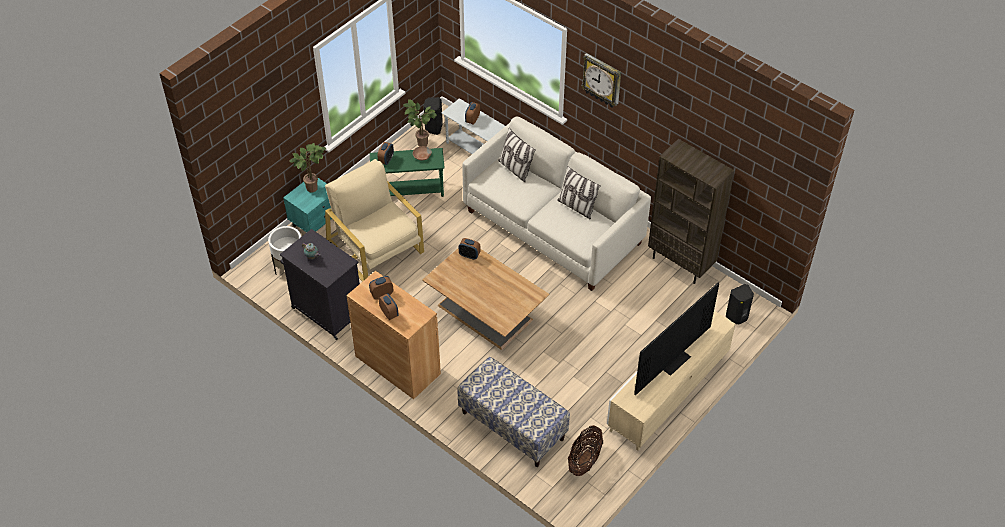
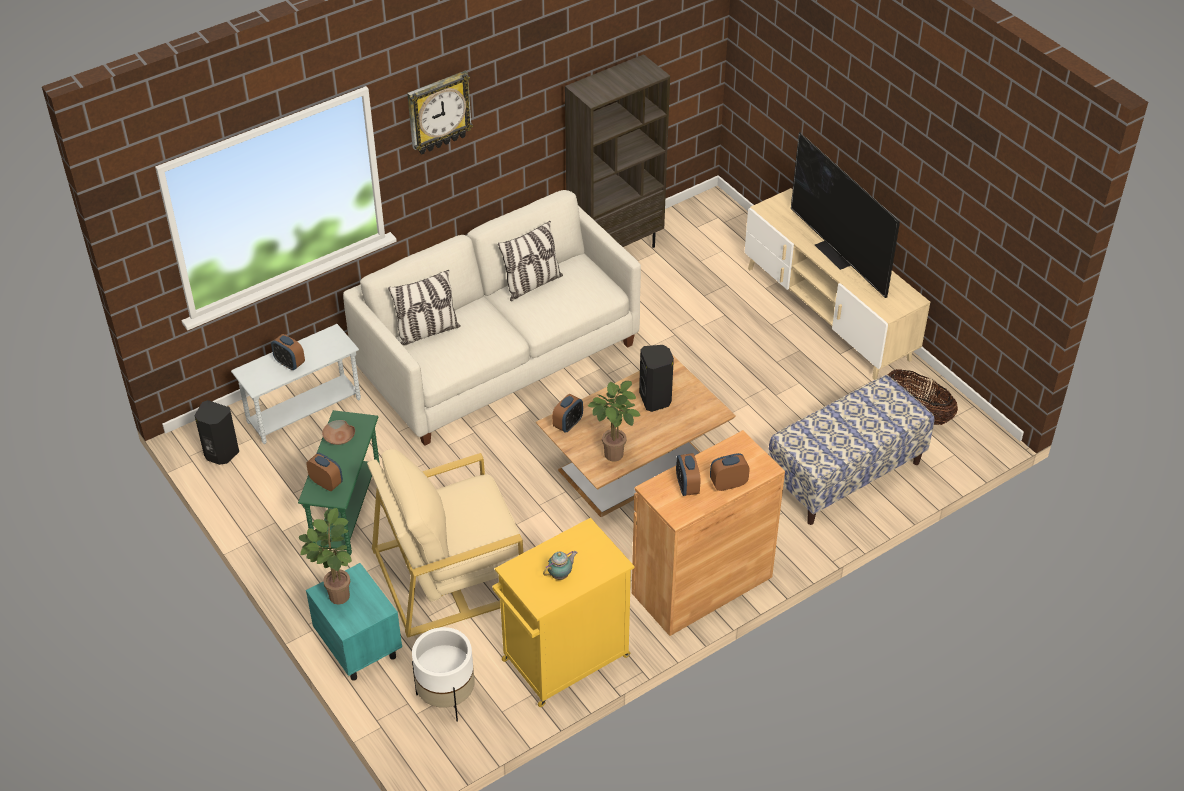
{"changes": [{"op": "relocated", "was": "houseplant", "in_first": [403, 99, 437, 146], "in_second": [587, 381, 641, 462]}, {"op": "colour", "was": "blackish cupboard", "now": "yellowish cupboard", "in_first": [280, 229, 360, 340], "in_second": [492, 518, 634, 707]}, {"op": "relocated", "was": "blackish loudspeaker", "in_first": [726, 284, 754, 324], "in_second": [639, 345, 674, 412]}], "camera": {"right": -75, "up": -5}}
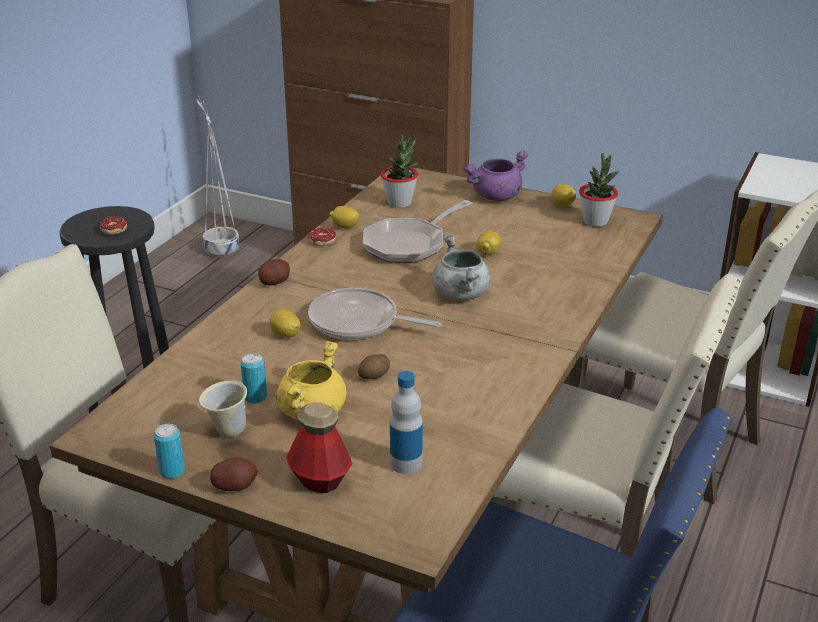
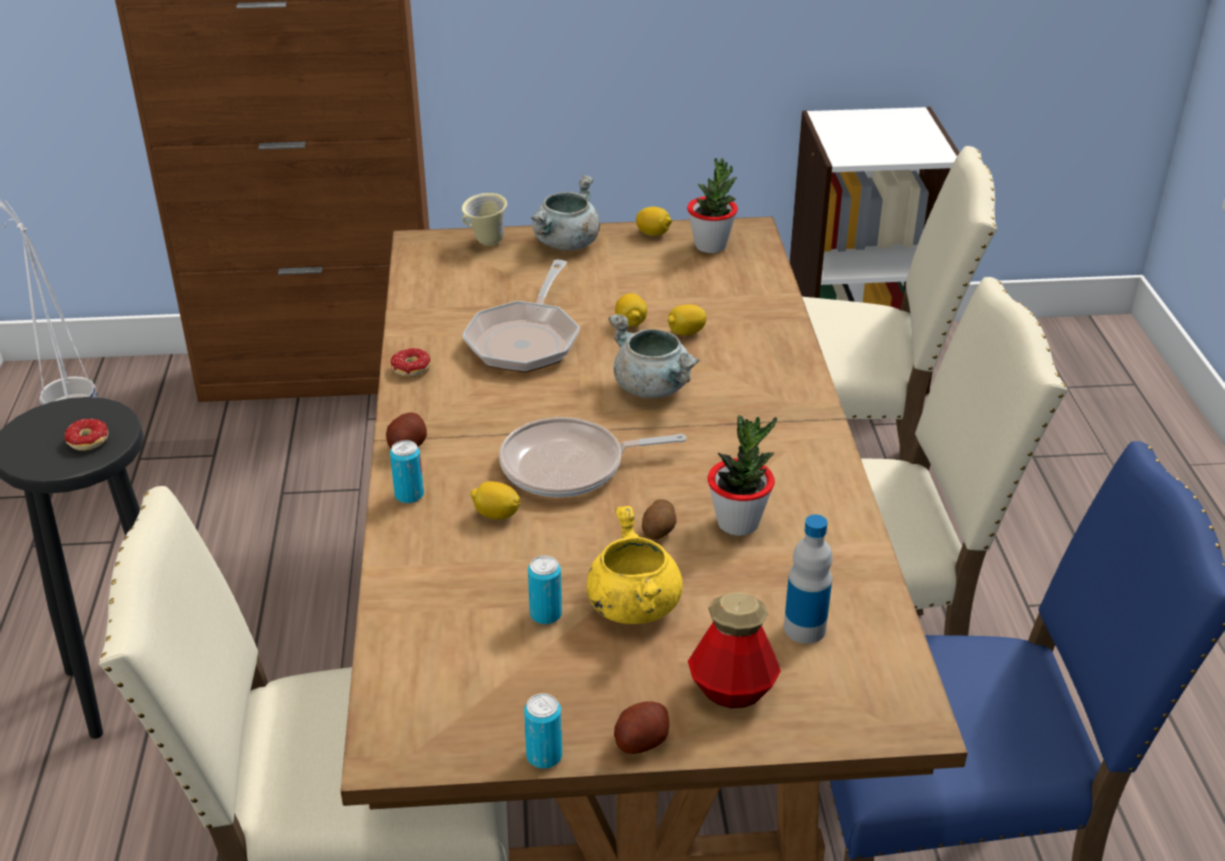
{"changes": [{"op": "relocated", "was": "houseplant", "in_first": [381, 135, 419, 208], "in_second": [708, 415, 777, 536]}, {"op": "colour", "was": "purplish stockpot", "now": "grey stockpot", "in_first": [463, 151, 529, 201], "in_second": [531, 175, 600, 250]}, {"op": "relocated", "was": "whole lemon", "in_first": [330, 206, 360, 228], "in_second": [668, 304, 707, 336]}, {"op": "relocated", "was": "beige-coloured tea mug", "in_first": [199, 381, 247, 437], "in_second": [462, 193, 507, 246]}, {"op": "appeared", "now": "metal can", "in_second": [390, 440, 424, 504]}], "camera": {"right": -30, "up": 5}}
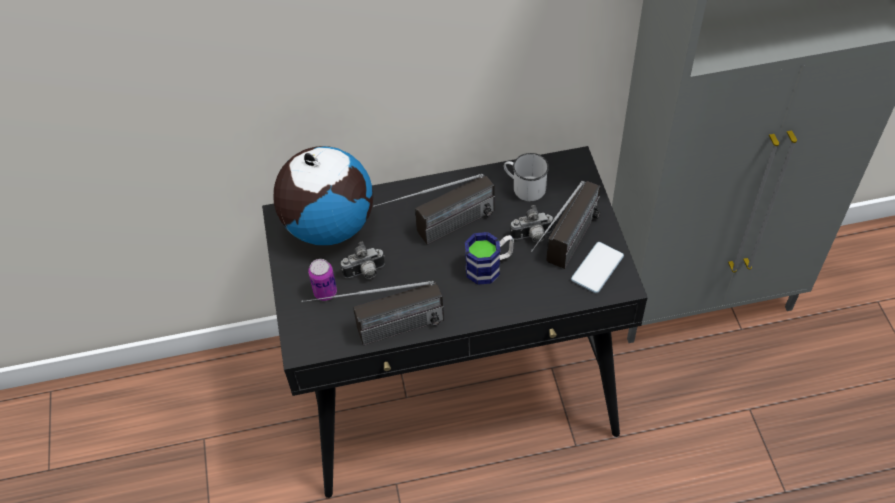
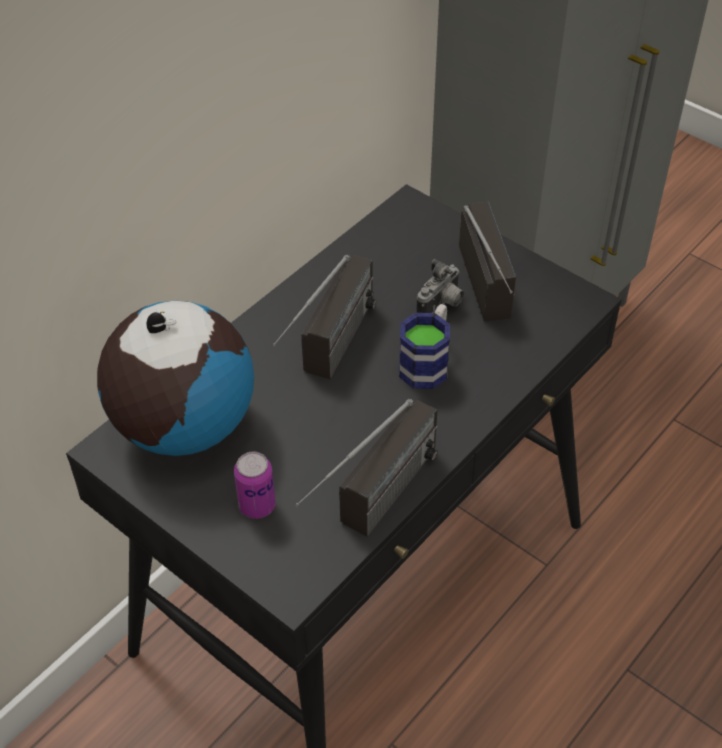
{"changes": [{"op": "missing", "was": "white tea mug", "in_first": [504, 153, 549, 201]}, {"op": "missing", "was": "still camera", "in_first": [341, 242, 385, 279]}, {"op": "missing", "was": "handset", "in_first": [571, 242, 624, 293]}], "camera": {"right": -40, "up": -5}}
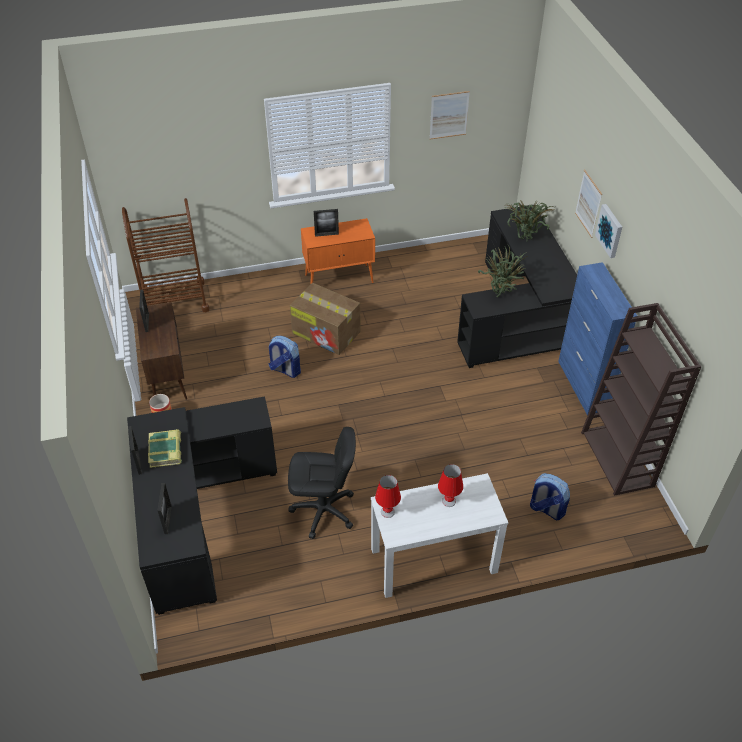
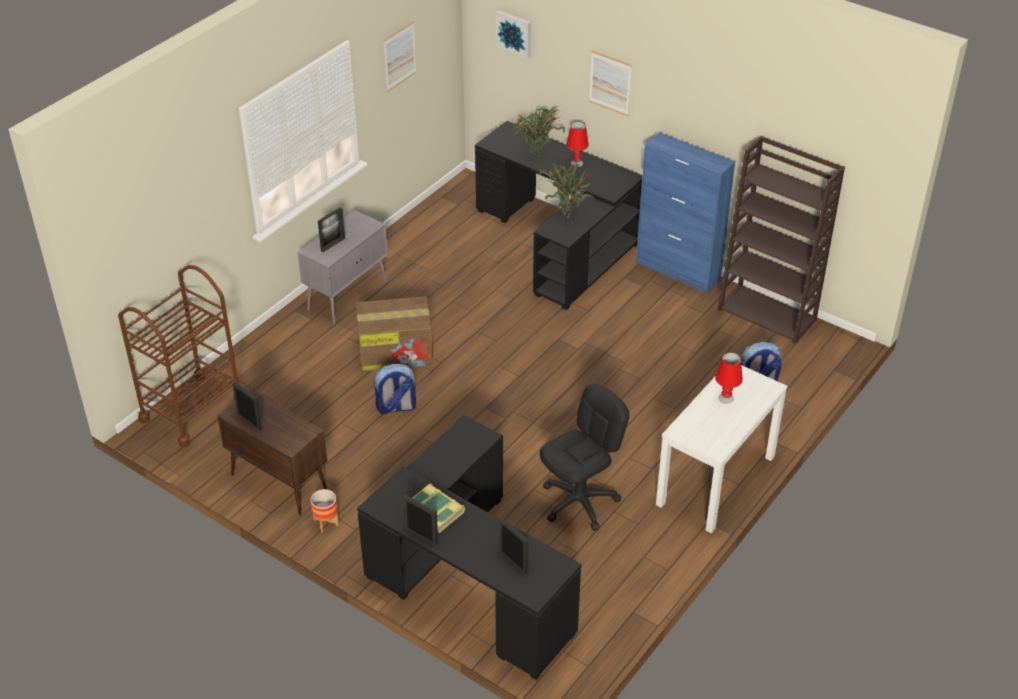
{"changes": [{"op": "relocated", "was": "wall art", "in_first": [595, 204, 622, 258], "in_second": [496, 10, 531, 59]}, {"op": "colour", "was": "orange-coloured cupboard", "now": "grey cupboard", "in_first": [301, 218, 375, 284], "in_second": [298, 210, 388, 325]}, {"op": "relocated", "was": "reddish tabletop lamp", "in_first": [375, 475, 401, 518], "in_second": [566, 122, 589, 167]}], "camera": {"right": -40, "up": -5}}
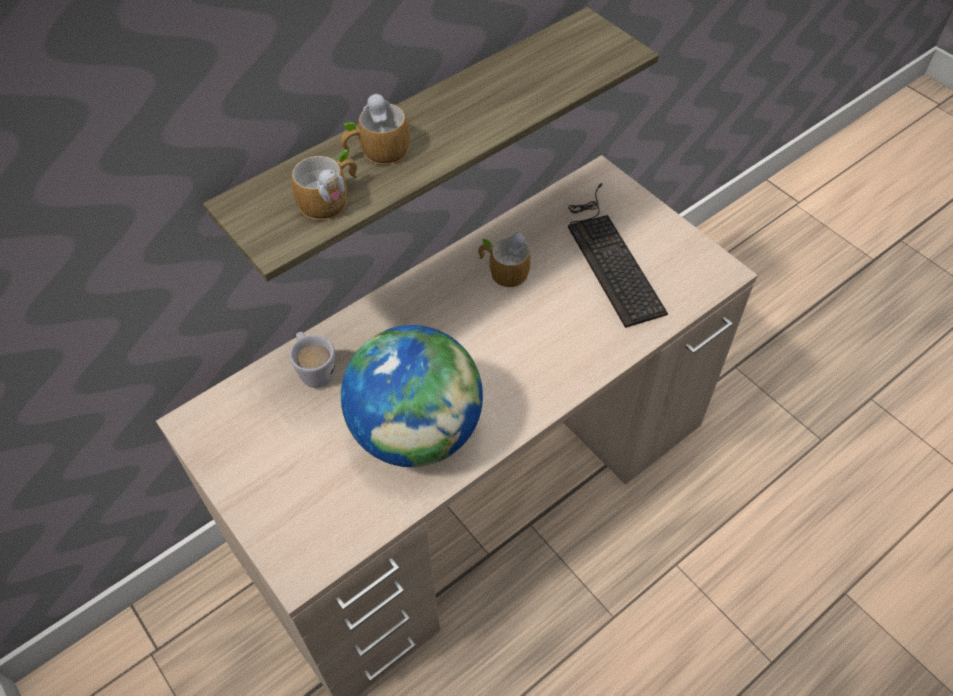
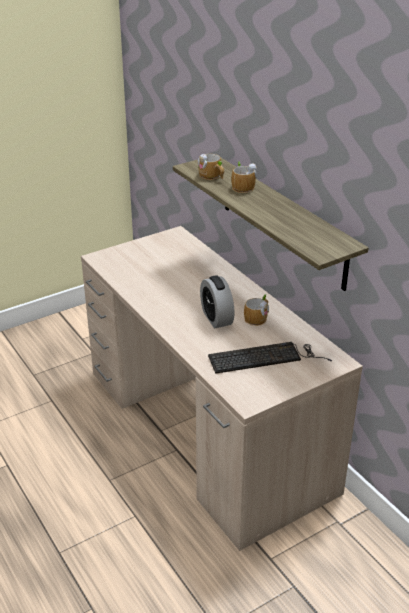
{"changes": [{"op": "missing", "was": "globe", "in_first": [341, 325, 483, 467]}, {"op": "missing", "was": "white tea mug", "in_first": [290, 332, 335, 388]}, {"op": "appeared", "now": "bedside clock", "in_second": [200, 275, 234, 328]}], "camera": {"right": 95, "up": -20}}
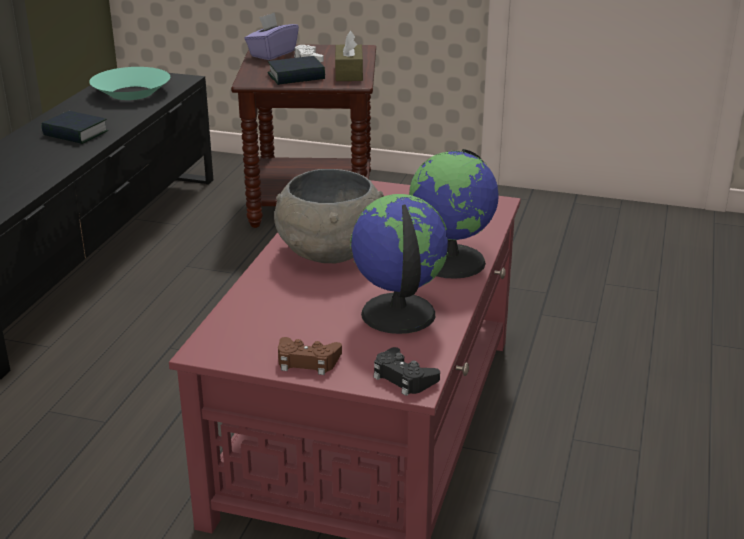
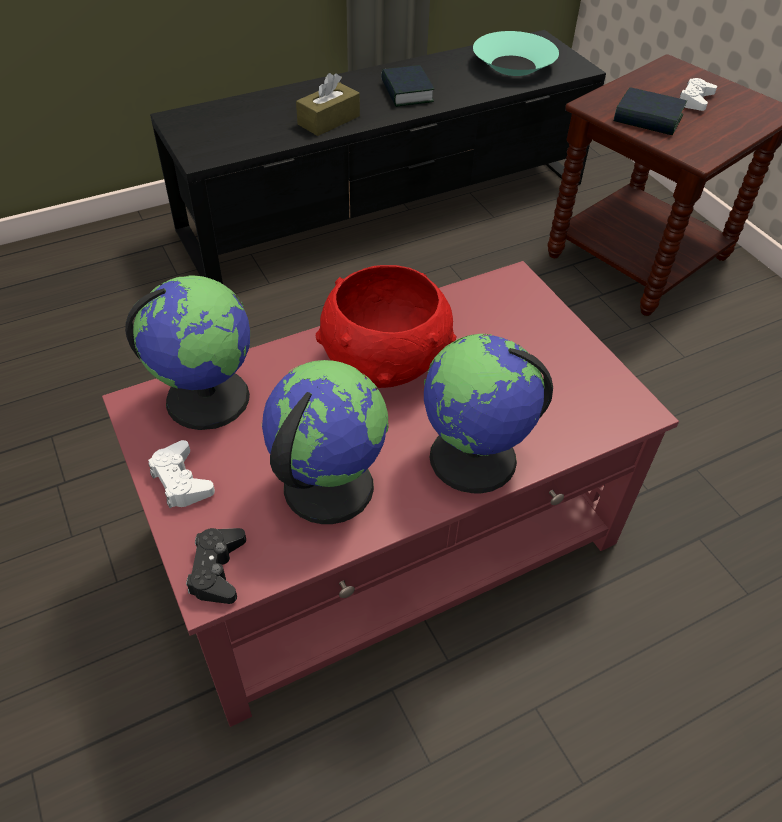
{"changes": [{"op": "missing", "was": "purplish tissue holder", "in_first": [244, 12, 299, 60]}, {"op": "relocated", "was": "brown tissue holder", "in_first": [335, 31, 363, 81], "in_second": [296, 73, 360, 136]}, {"op": "colour", "was": "grey bowl", "now": "reddish bowl", "in_first": [274, 169, 384, 263], "in_second": [316, 265, 457, 388]}, {"op": "colour", "was": "brown game controller", "now": "white game controller", "in_first": [278, 337, 342, 375], "in_second": [148, 440, 215, 508]}, {"op": "appeared", "now": "globe", "in_second": [125, 276, 250, 430]}], "camera": {"right": 45, "up": 20}}
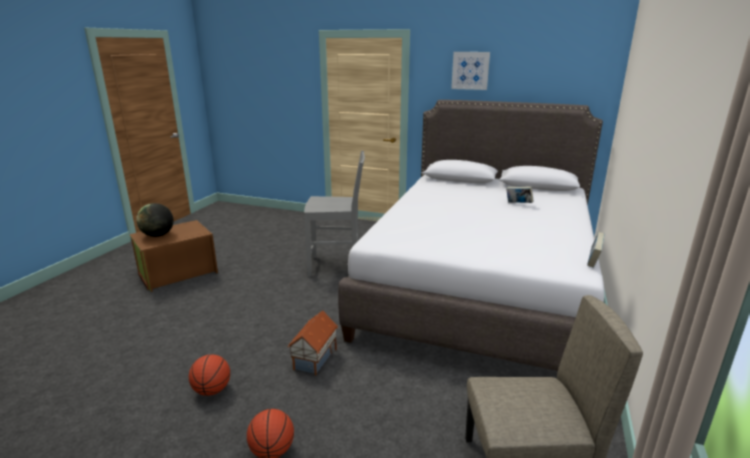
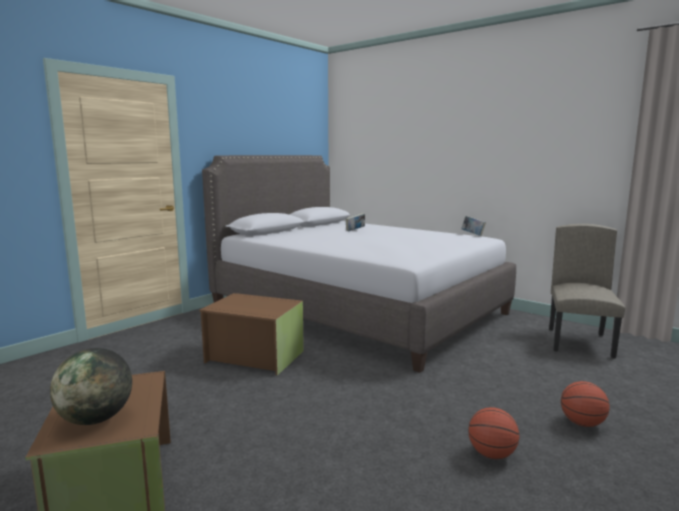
{"changes": [{"op": "missing", "was": "wall art", "in_first": [451, 52, 490, 90]}, {"op": "exchanged", "was": "grey plain chair", "now": "brown storage container", "in_first": [304, 151, 365, 277], "in_second": [199, 293, 304, 375]}, {"op": "missing", "was": "toy house", "in_first": [288, 310, 338, 375]}], "camera": {"right": -70, "up": -10}}
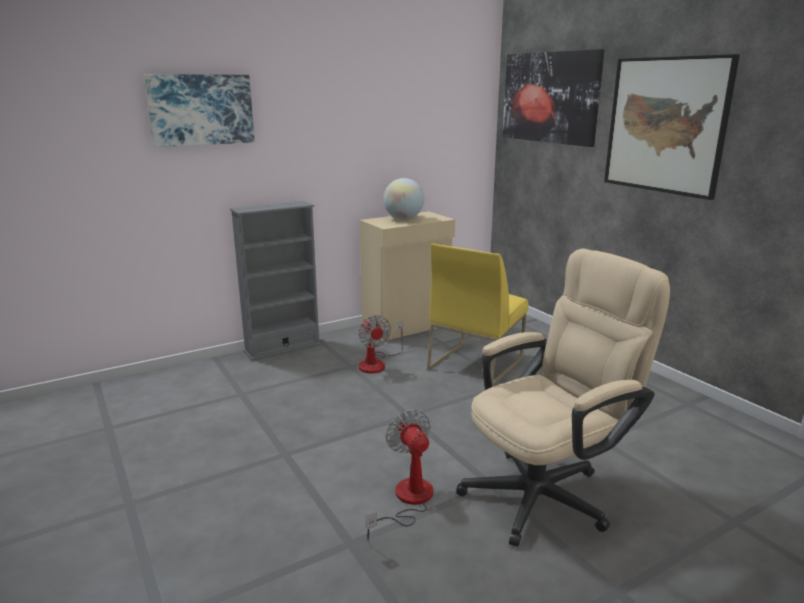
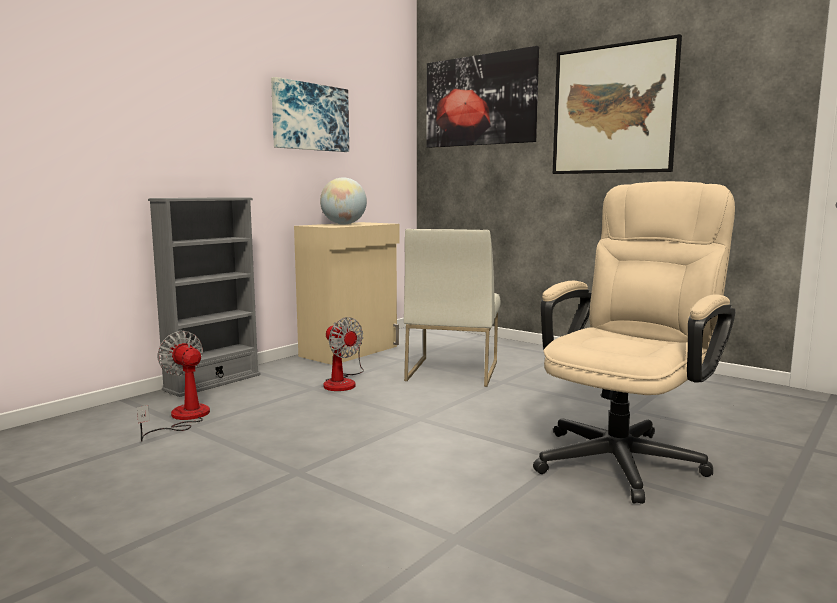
{"changes": [{"op": "relocated", "was": "wall art", "in_first": [144, 74, 255, 147], "in_second": [271, 77, 349, 152]}, {"op": "colour", "was": "yellowish plain chair", "now": "white plain chair", "in_first": [427, 244, 529, 387], "in_second": [404, 229, 500, 387]}, {"op": "relocated", "was": "electric fan", "in_first": [366, 409, 433, 540], "in_second": [137, 330, 210, 442]}], "camera": {"right": -20, "up": -10}}
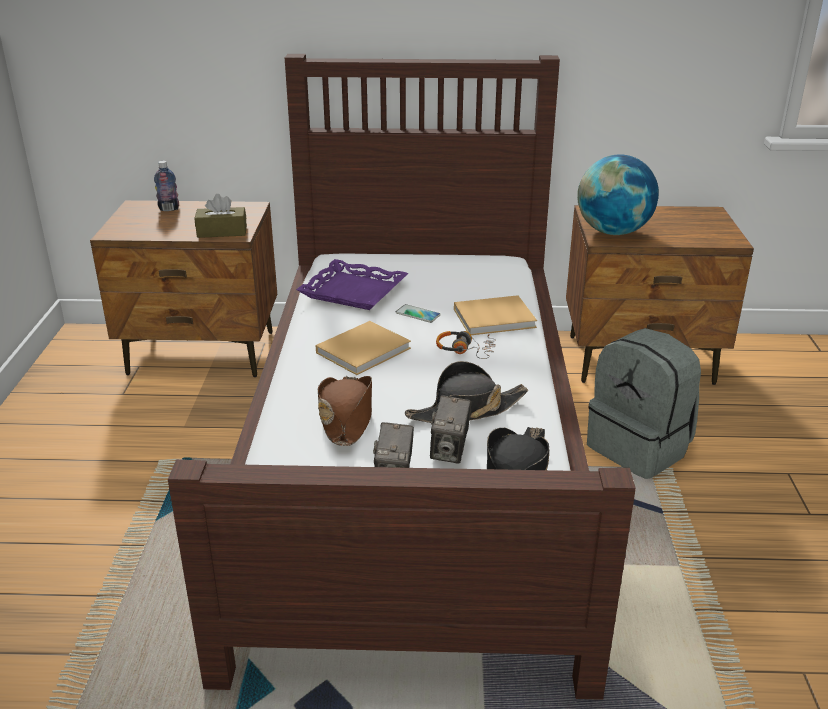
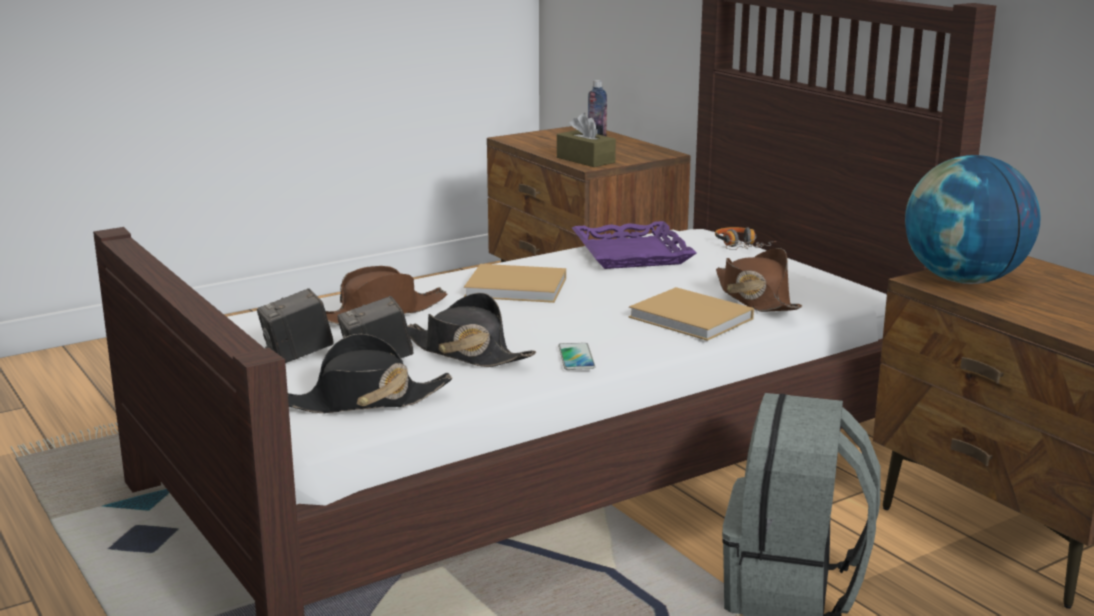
{"changes": [{"op": "relocated", "was": "handset", "in_first": [396, 304, 441, 323], "in_second": [558, 343, 595, 370]}, {"op": "relocated", "was": "pair of headphones", "in_first": [436, 331, 496, 359], "in_second": [715, 227, 776, 250]}, {"op": "appeared", "now": "brown clothing hat", "in_second": [716, 248, 802, 312]}], "camera": {"right": 55, "up": -10}}
